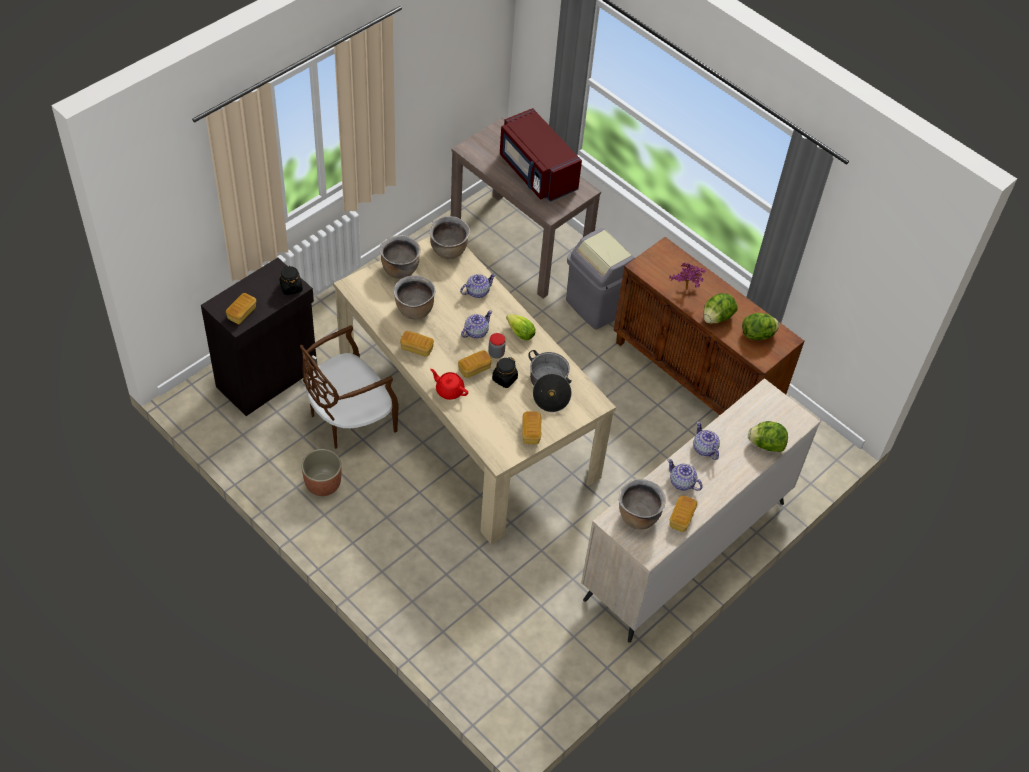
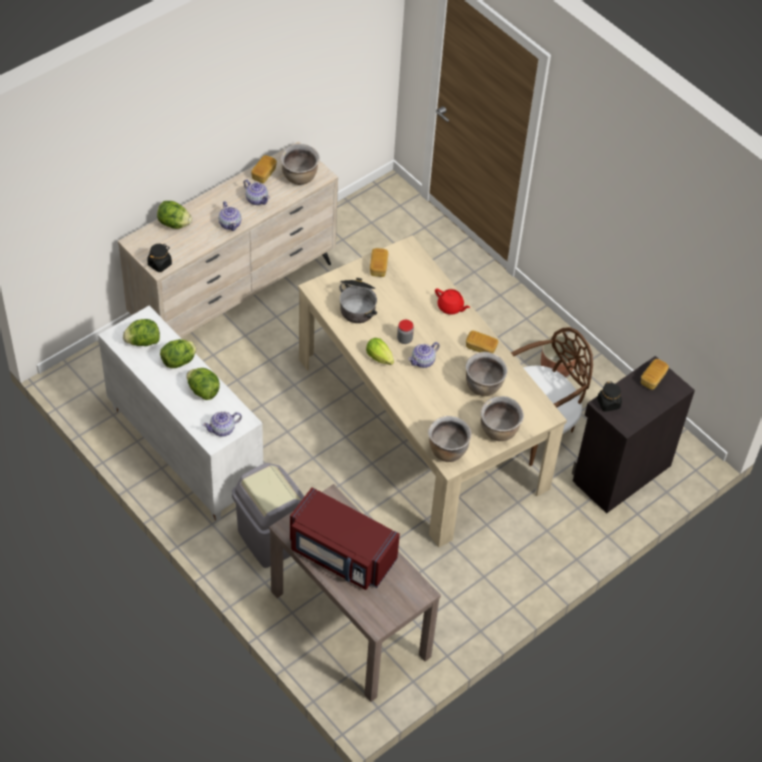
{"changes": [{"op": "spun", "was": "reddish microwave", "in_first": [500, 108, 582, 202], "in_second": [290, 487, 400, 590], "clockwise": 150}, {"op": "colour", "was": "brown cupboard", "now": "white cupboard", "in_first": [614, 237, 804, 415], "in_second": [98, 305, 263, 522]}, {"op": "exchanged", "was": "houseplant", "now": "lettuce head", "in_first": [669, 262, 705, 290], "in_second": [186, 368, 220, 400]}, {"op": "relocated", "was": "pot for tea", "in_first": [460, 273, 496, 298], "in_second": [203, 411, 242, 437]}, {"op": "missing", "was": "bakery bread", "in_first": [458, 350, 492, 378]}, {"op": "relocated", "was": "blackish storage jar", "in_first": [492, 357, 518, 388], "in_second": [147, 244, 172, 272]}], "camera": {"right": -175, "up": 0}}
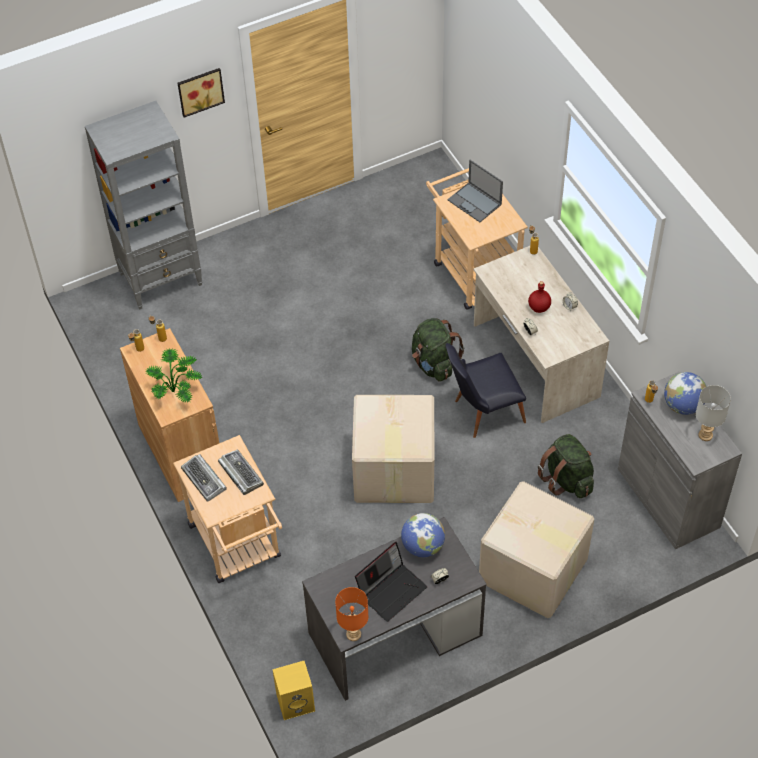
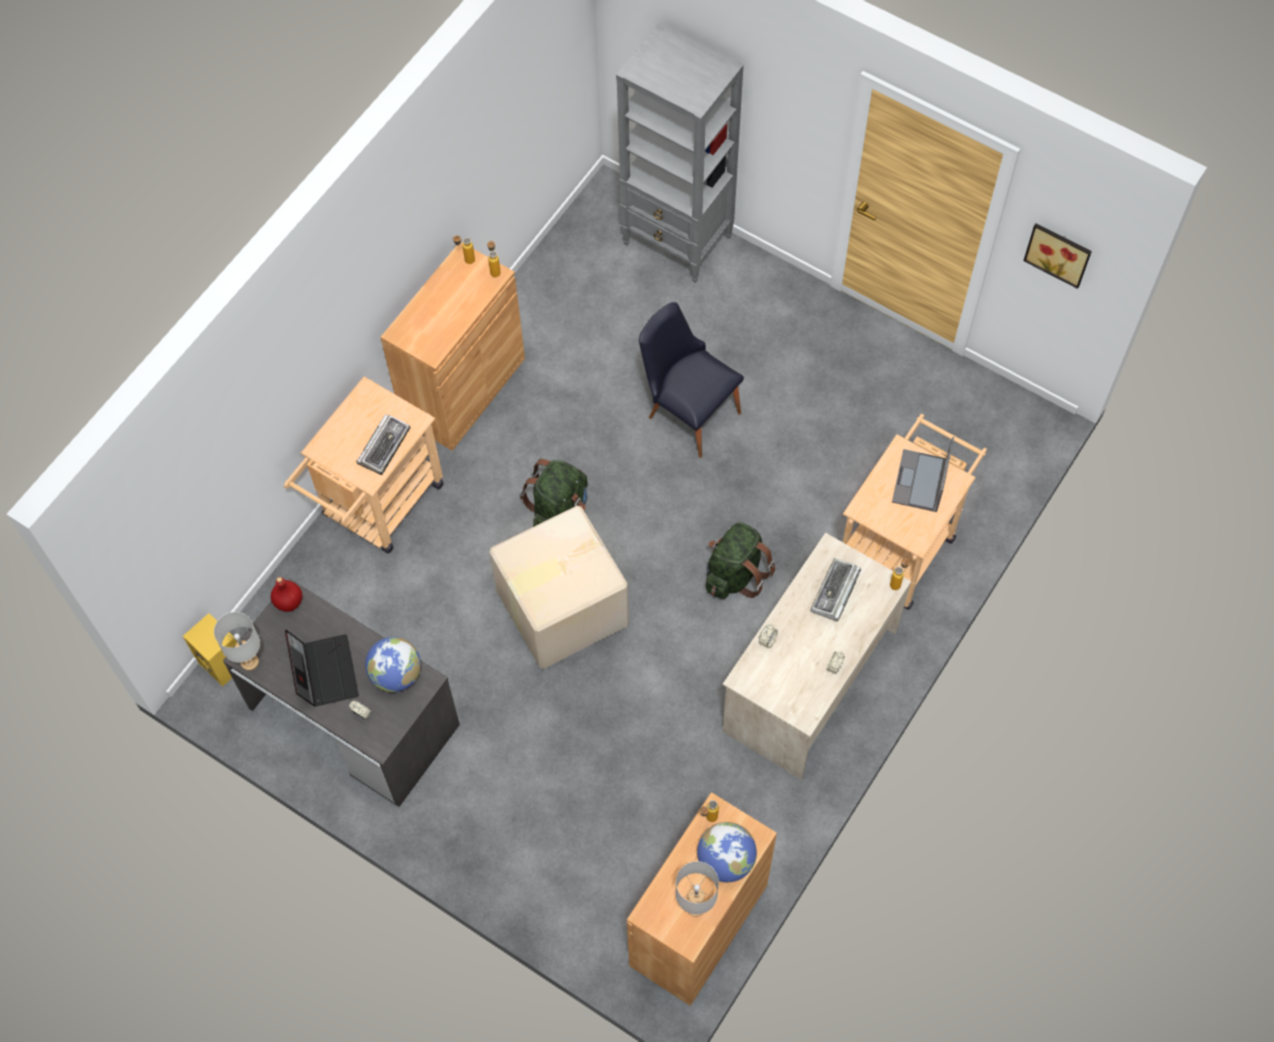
{"changes": [{"op": "relocated", "was": "wall art", "in_first": [178, 68, 225, 118], "in_second": [1024, 223, 1092, 289]}, {"op": "relocated", "was": "reddish bottle", "in_first": [528, 281, 551, 313], "in_second": [270, 577, 302, 612]}, {"op": "relocated", "was": "blackish plain chair", "in_first": [446, 343, 526, 438], "in_second": [639, 302, 744, 458]}, {"op": "missing", "was": "houseplant", "in_first": [146, 349, 202, 403]}, {"op": "colour", "was": "grey cupboard", "now": "brown cupboard", "in_first": [618, 372, 742, 549], "in_second": [627, 792, 777, 1006]}, {"op": "relocated", "was": "greenish rucksack", "in_first": [537, 434, 594, 498], "in_second": [520, 459, 588, 527]}, {"op": "relocated", "was": "computer keyboard", "in_first": [181, 454, 227, 502], "in_second": [811, 558, 861, 622]}, {"op": "missing", "was": "cardboard box", "in_first": [479, 481, 594, 618]}, {"op": "spun", "was": "laptop", "in_first": [355, 542, 427, 622], "in_second": [285, 630, 359, 706], "clockwise": -120}, {"op": "colour", "was": "orange-coloured tabletop lamp", "now": "grey tabletop lamp", "in_first": [335, 587, 369, 641], "in_second": [214, 612, 260, 671]}], "camera": {"right": 60, "up": 10}}
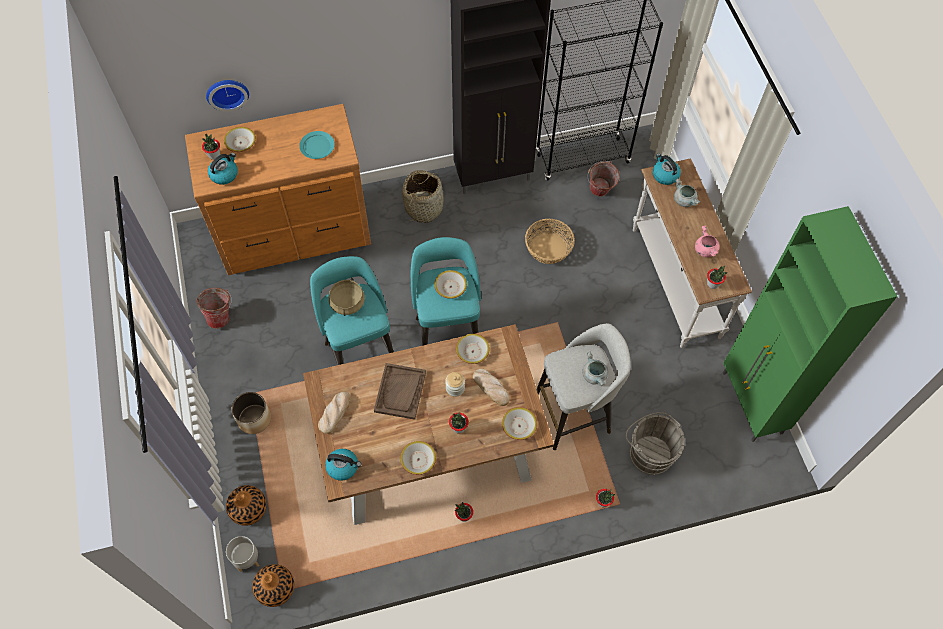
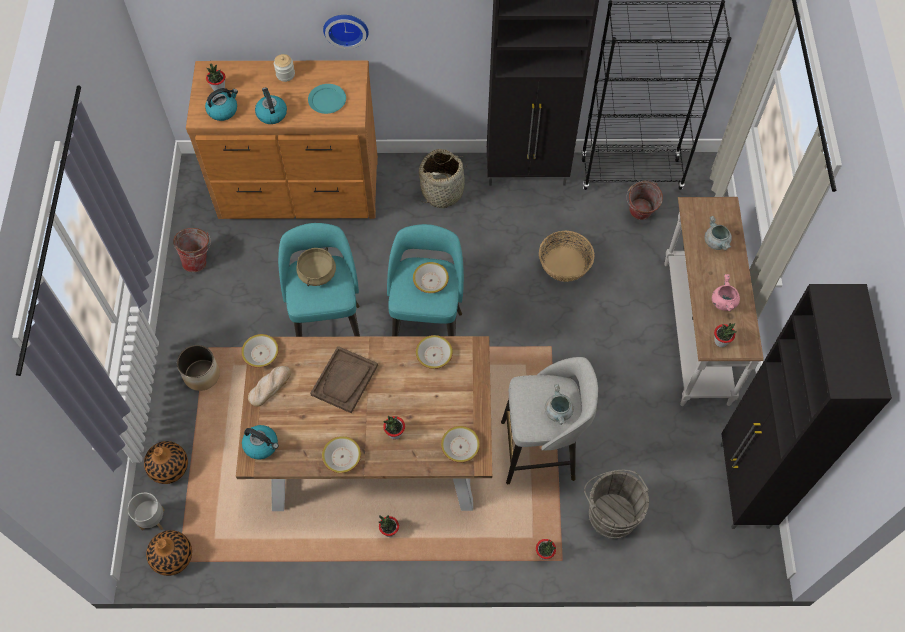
{"changes": [{"op": "relocated", "was": "clock on the wall", "in_first": [206, 80, 249, 112], "in_second": [323, 15, 369, 49]}, {"op": "relocated", "was": "bowl", "in_first": [224, 127, 256, 152], "in_second": [241, 334, 279, 368]}, {"op": "relocated", "was": "tea kettle", "in_first": [653, 154, 681, 185], "in_second": [255, 87, 287, 124]}, {"op": "colour", "was": "greenish cupboard", "now": "blackish cupboard", "in_first": [723, 206, 897, 442], "in_second": [721, 284, 892, 529]}, {"op": "missing", "was": "bakery bread", "in_first": [473, 368, 510, 406]}, {"op": "relocated", "was": "storage jar", "in_first": [445, 372, 465, 397], "in_second": [274, 54, 295, 82]}], "camera": {"right": 15, "up": 0}}
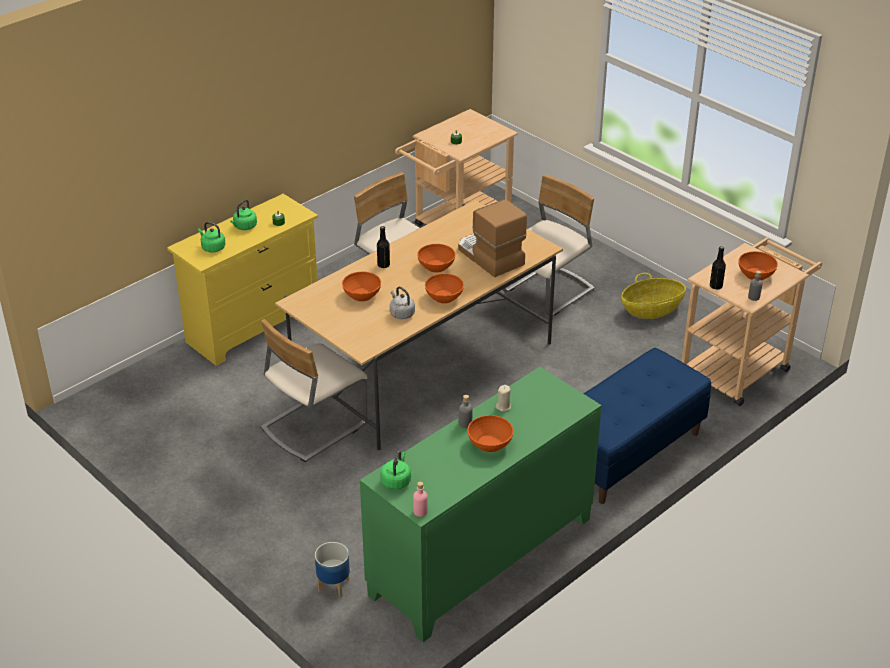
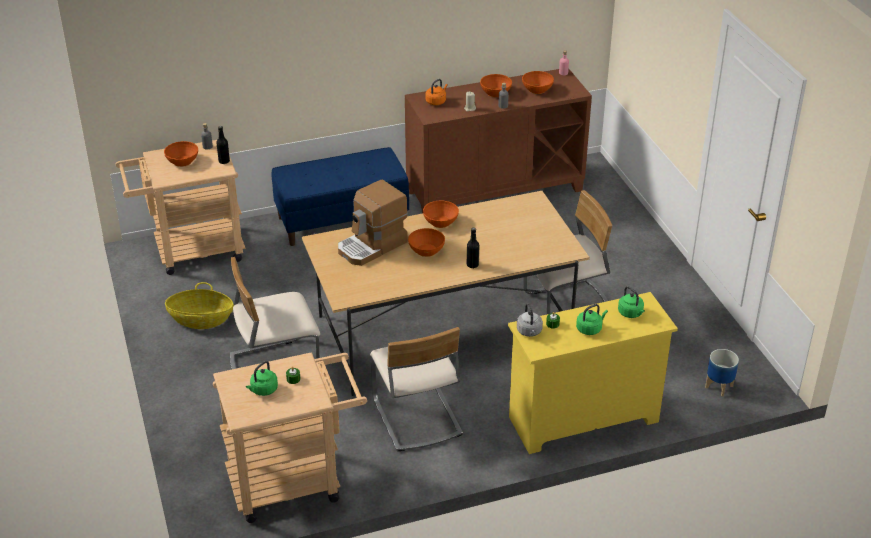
{"changes": [{"op": "spun", "was": "coffee brewer", "in_first": [458, 199, 527, 277], "in_second": [338, 180, 408, 266], "clockwise": 60}, {"op": "relocated", "was": "orange-coloured bowl", "in_first": [342, 272, 381, 302], "in_second": [522, 71, 554, 94]}, {"op": "relocated", "was": "grey tea kettle", "in_first": [390, 286, 415, 319], "in_second": [517, 303, 543, 337]}, {"op": "colour", "was": "greenish cupboard", "now": "brown cupboard", "in_first": [360, 367, 602, 642], "in_second": [405, 69, 592, 213]}, {"op": "relocated", "was": "greenish tea kettle", "in_first": [381, 451, 411, 490], "in_second": [246, 361, 278, 396]}, {"op": "relocated", "was": "plant pot", "in_first": [315, 542, 350, 597], "in_second": [705, 349, 739, 397]}, {"op": "appeared", "now": "orange-coloured tea kettle", "in_second": [425, 79, 448, 105]}], "camera": {"right": -155, "up": 0}}
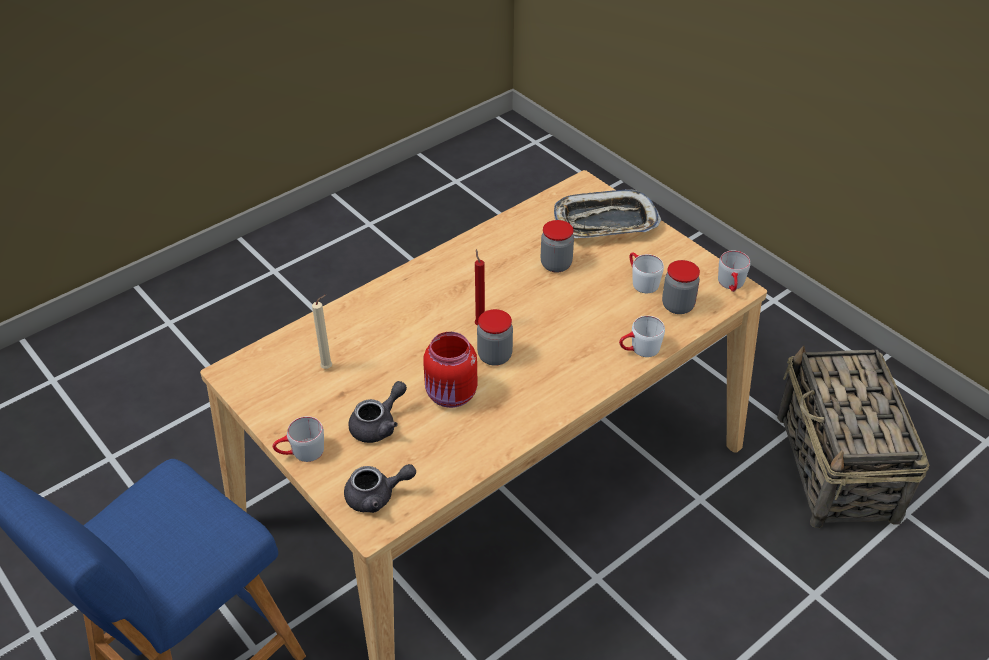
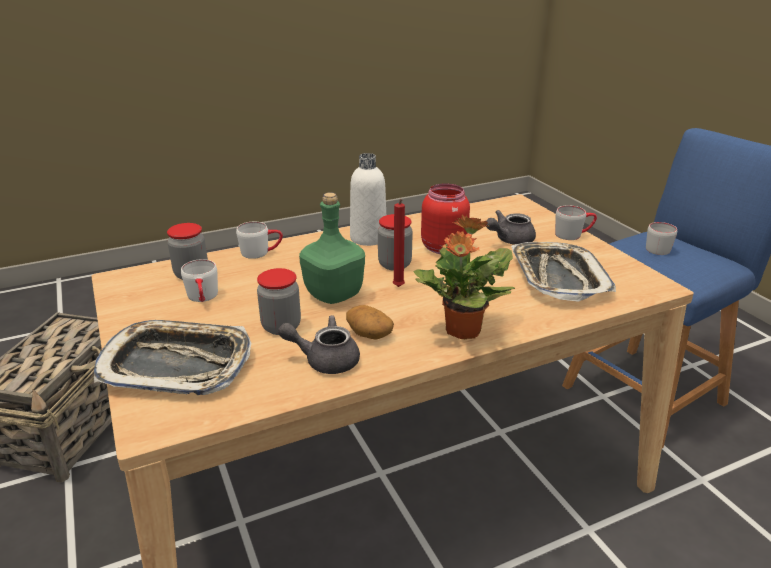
{"changes": [{"op": "relocated", "was": "grey tea mug", "in_first": [718, 250, 750, 292], "in_second": [646, 222, 677, 255]}, {"op": "exchanged", "was": "beige-coloured candle", "now": "serving tray", "in_first": [312, 295, 332, 369], "in_second": [511, 242, 616, 302]}, {"op": "relocated", "was": "grey pot for tea", "in_first": [344, 464, 416, 513], "in_second": [278, 315, 360, 374]}, {"op": "appeared", "now": "white bottle", "in_second": [350, 153, 386, 246]}, {"op": "appeared", "now": "greenish bottle", "in_second": [299, 192, 365, 304]}, {"op": "appeared", "now": "houseplant", "in_second": [414, 215, 515, 339]}, {"op": "appeared", "now": "potato", "in_second": [346, 305, 394, 339]}], "camera": {"right": -165, "up": -15}}
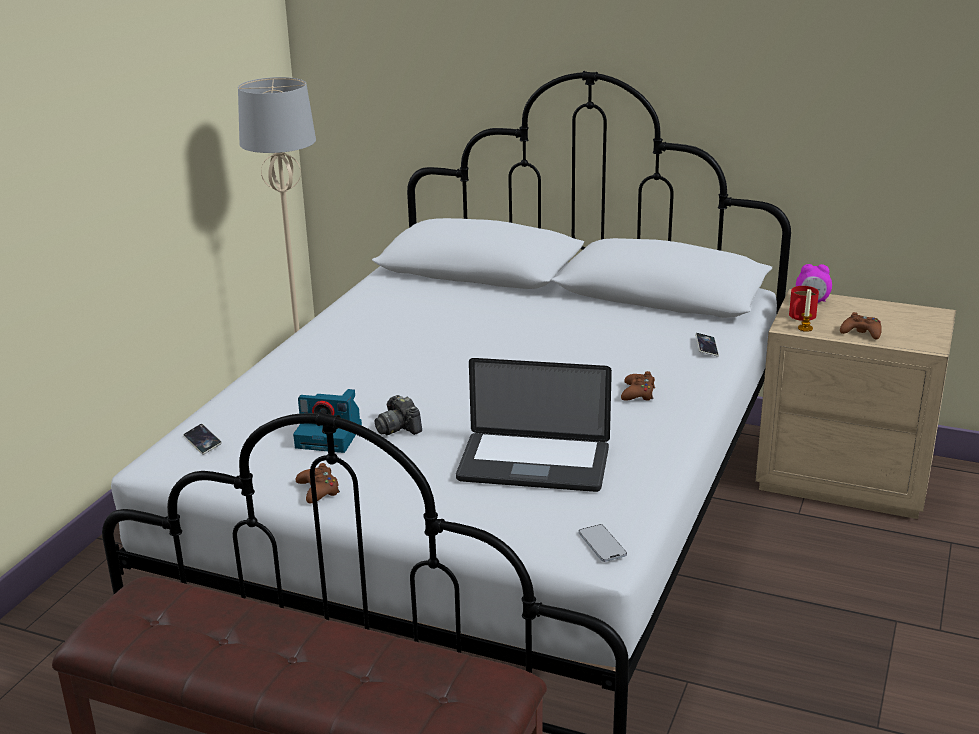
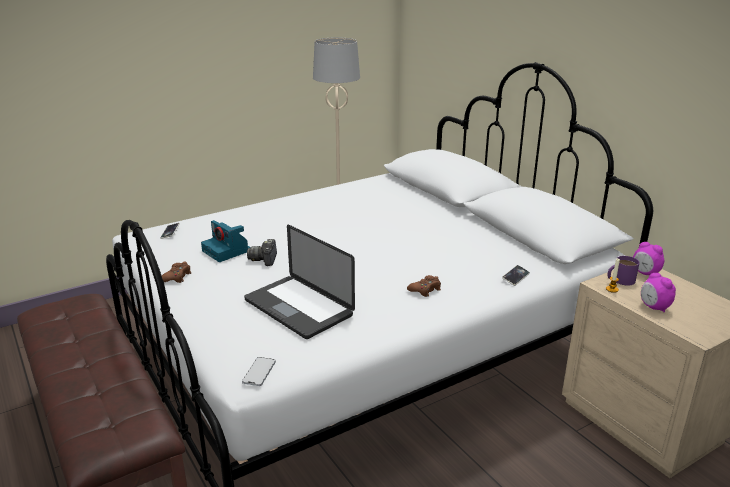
{"changes": [{"op": "colour", "was": "reddish tea mug", "now": "purplish tea mug", "in_first": [789, 286, 819, 321], "in_second": [607, 256, 640, 286]}, {"op": "exchanged", "was": "brown game controller", "now": "bedside clock", "in_first": [840, 312, 882, 340], "in_second": [641, 273, 676, 312]}], "camera": {"right": 35, "up": 0}}
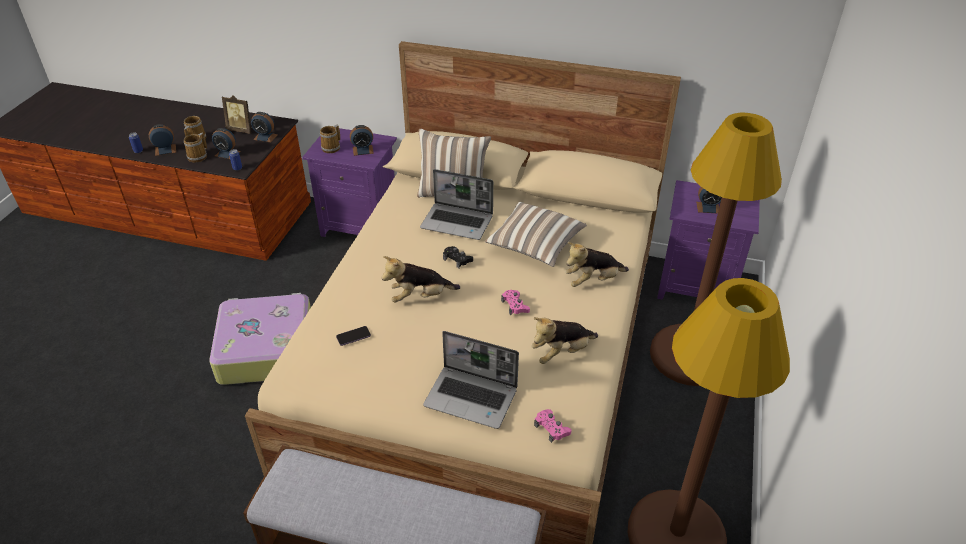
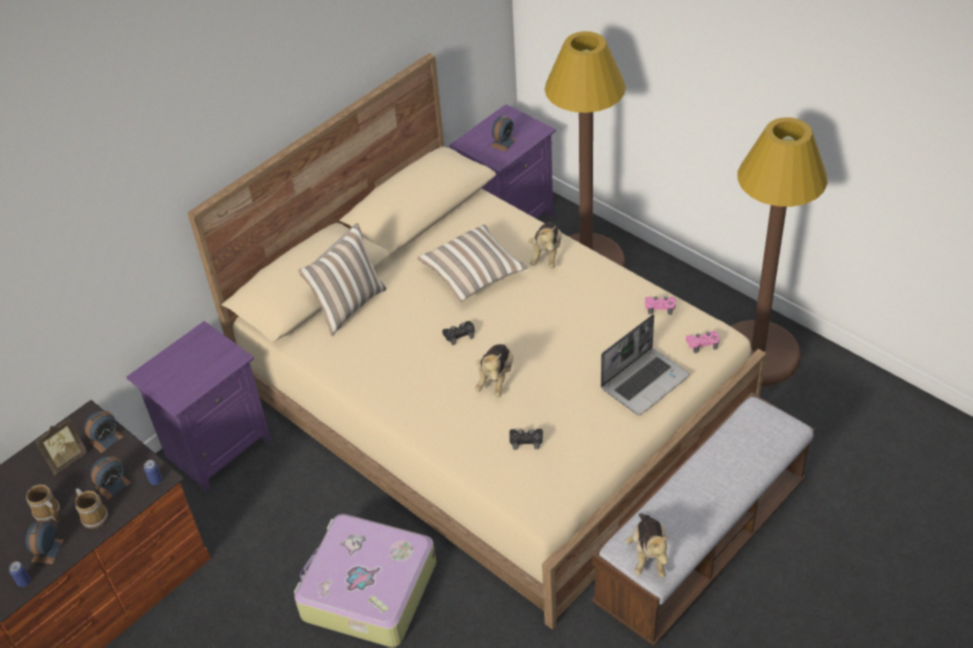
{"changes": [{"op": "missing", "was": "tea mug", "in_first": [320, 125, 340, 153]}, {"op": "missing", "was": "bedside clock", "in_first": [350, 125, 374, 156]}, {"op": "missing", "was": "laptop", "in_first": [420, 169, 493, 240]}, {"op": "relocated", "was": "pink-coloured game controller", "in_first": [501, 290, 530, 316], "in_second": [645, 296, 676, 315]}, {"op": "relocated", "was": "plush toy", "in_first": [531, 317, 598, 364], "in_second": [625, 513, 669, 578]}, {"op": "exchanged", "was": "handset", "now": "blackish game controller", "in_first": [336, 326, 371, 346], "in_second": [509, 429, 543, 450]}], "camera": {"right": -60, "up": 5}}
